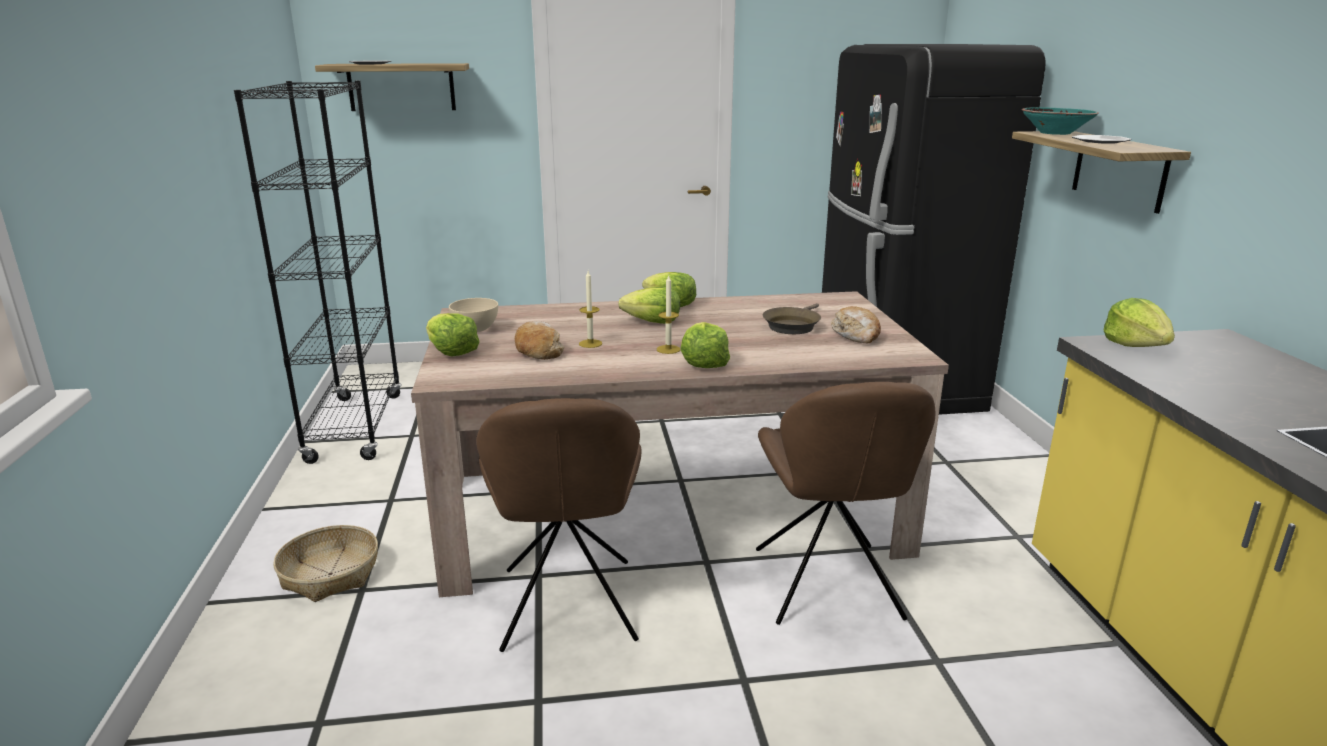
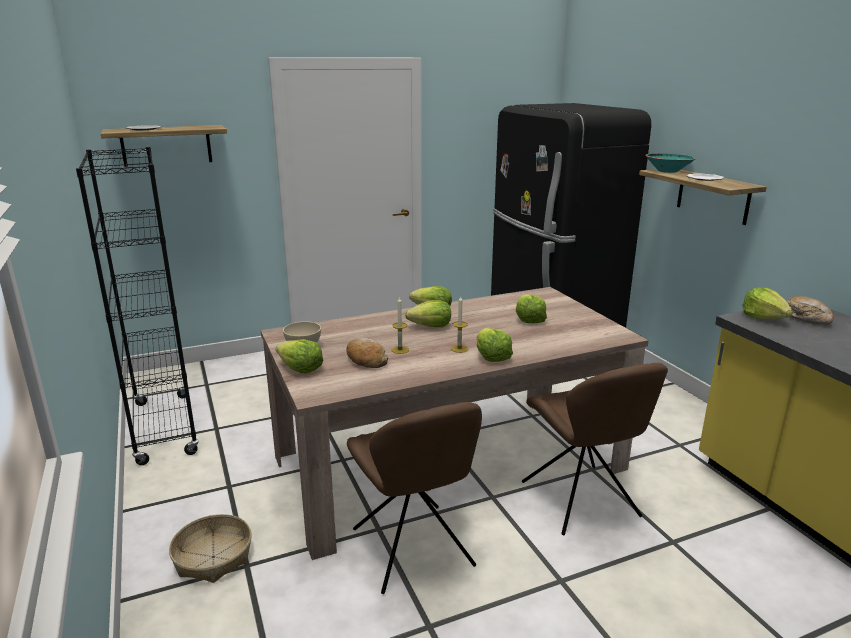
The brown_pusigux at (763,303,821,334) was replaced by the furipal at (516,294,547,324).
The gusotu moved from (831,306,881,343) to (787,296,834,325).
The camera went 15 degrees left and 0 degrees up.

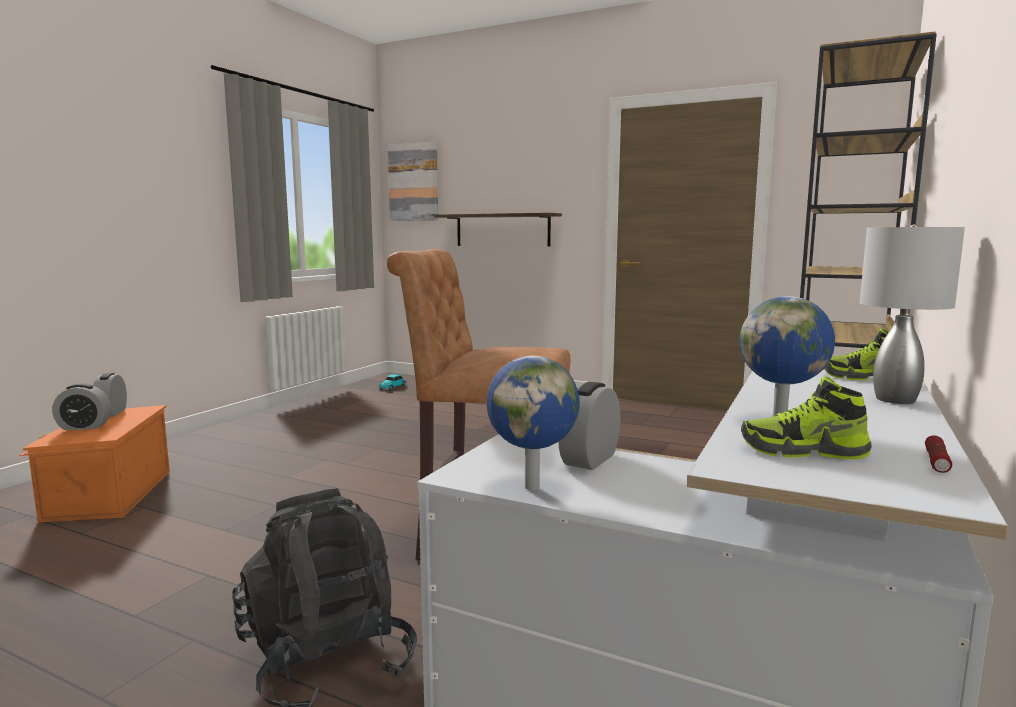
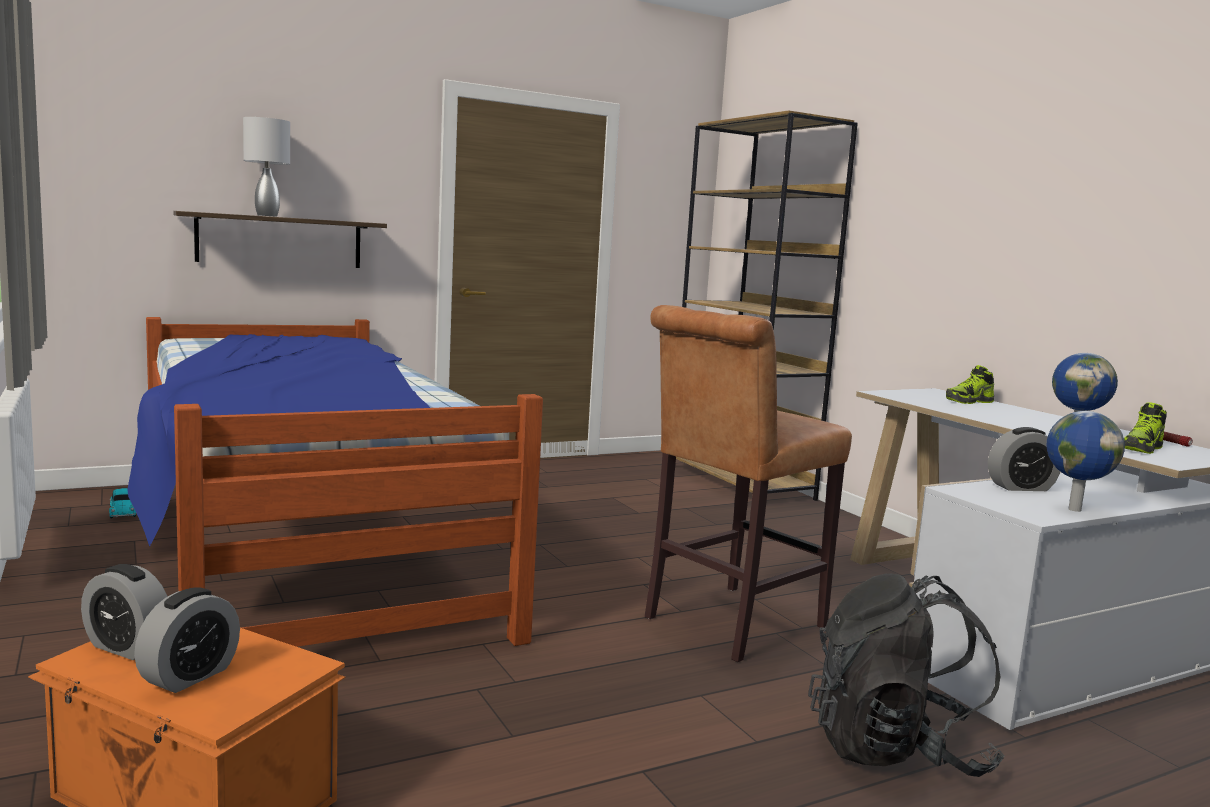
The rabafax at (388,142,438,221) disappeared.
The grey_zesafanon moved from (860,224,965,404) to (243,117,290,217).
The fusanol at (559,382,620,470) turned 75 degrees counterclockwise.
The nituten at (127,317,543,647) appeared.
The camera went 55 degrees left and 0 degrees up.

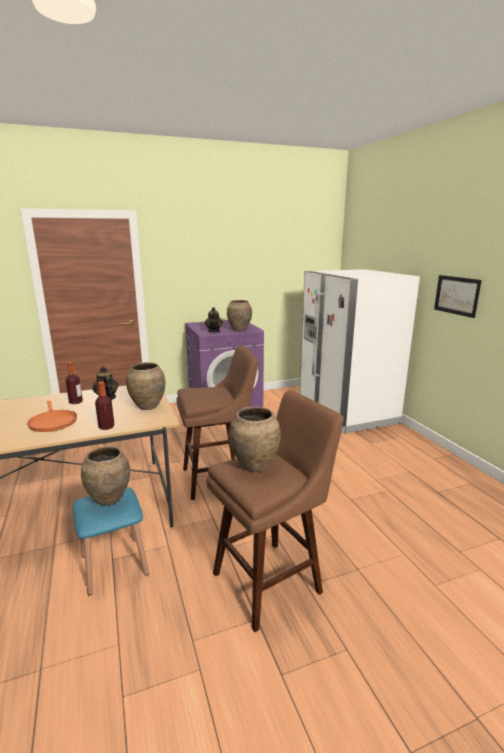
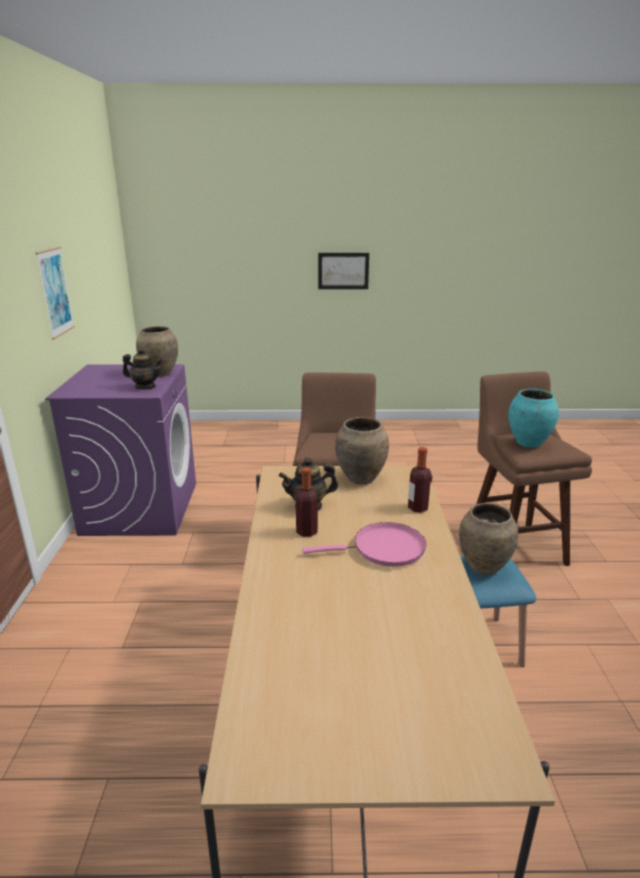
The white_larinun at (299,269,420,433) disappeared.
The orange_pusigux at (27,400,77,432) became the pink_pusigux at (302,522,426,567).
The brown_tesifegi at (229,406,281,472) became the turquoise_tesifegi at (508,389,559,448).
The rabafax at (36,247,75,339) appeared.
The camera went 70 degrees left and 5 degrees up.

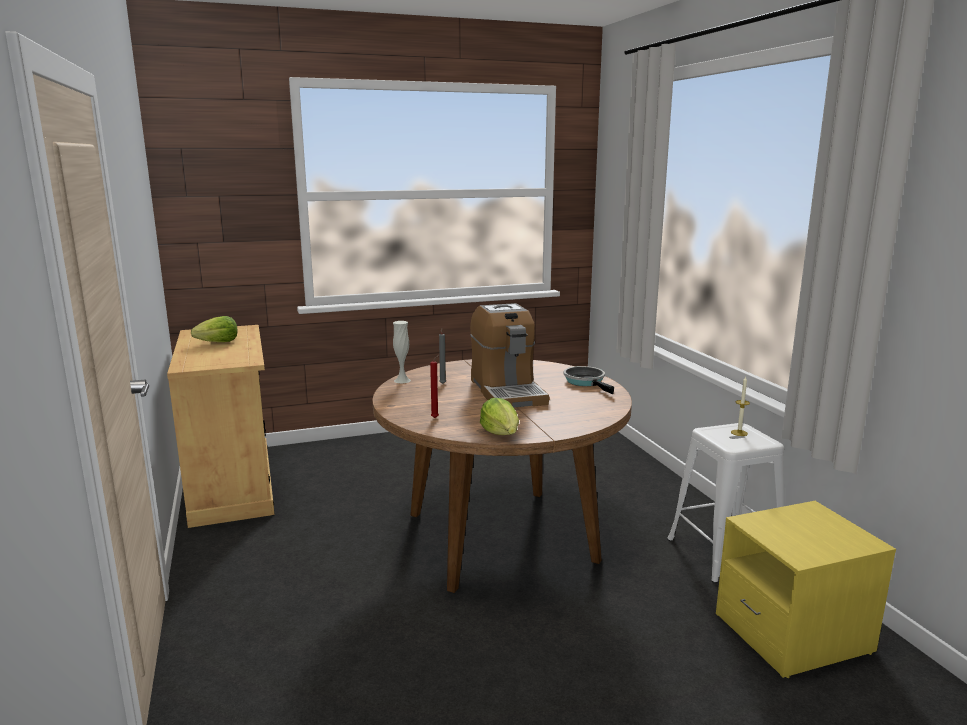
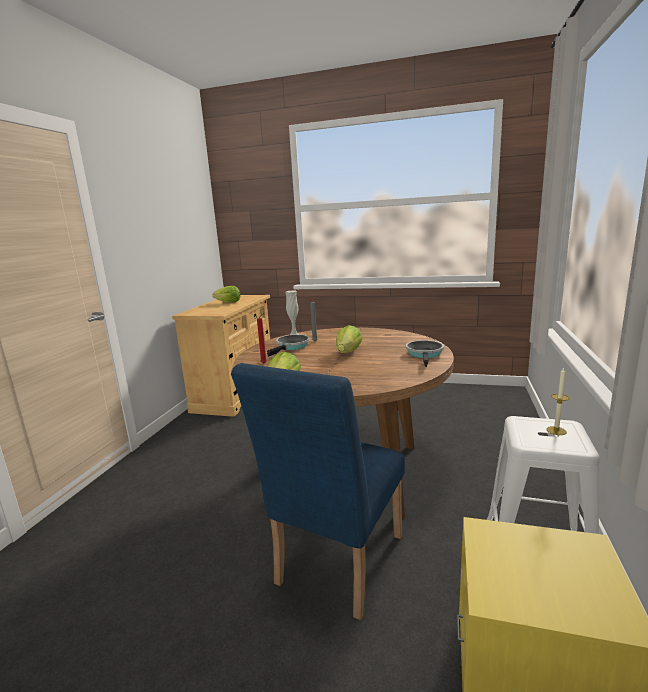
The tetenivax at (470,303,549,408) was replaced by the furipal at (336,325,362,353).
The pusigux at (267,334,310,357) appeared.
The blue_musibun at (231,363,405,621) appeared.
The camera went 35 degrees right and 0 degrees up.

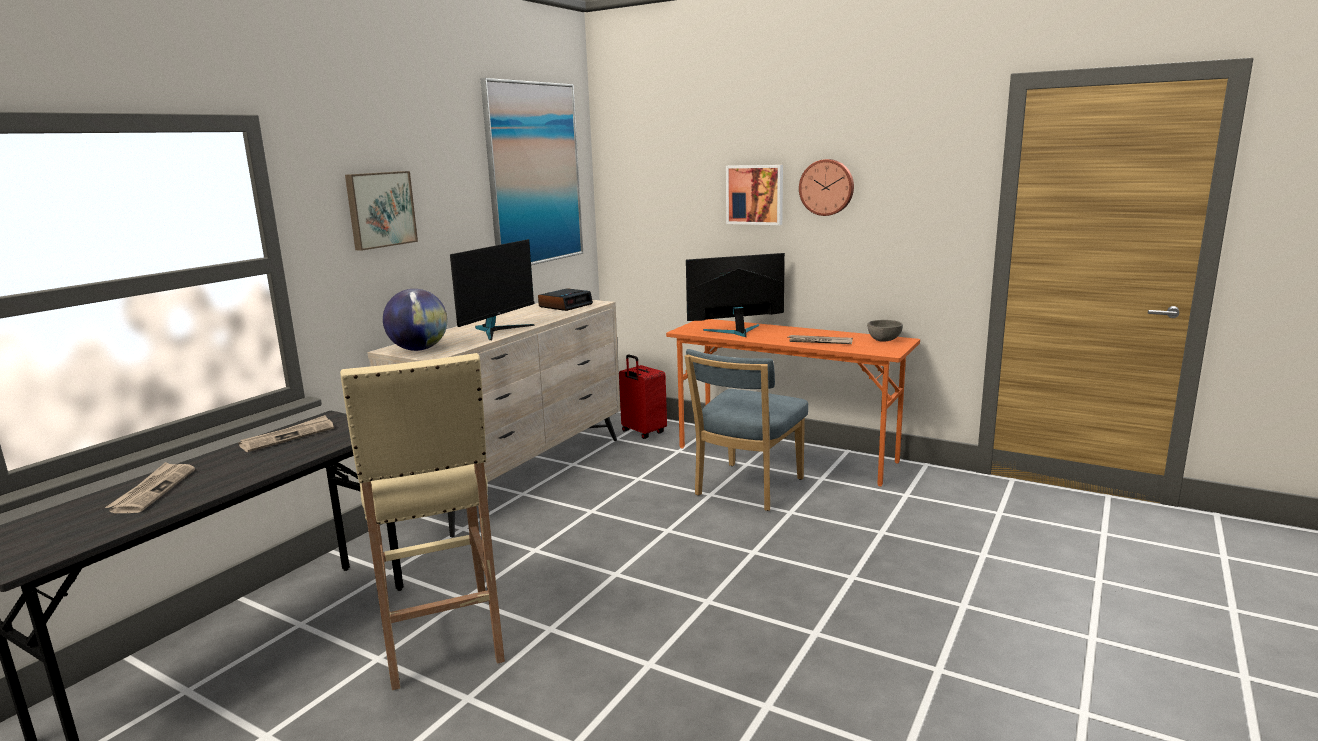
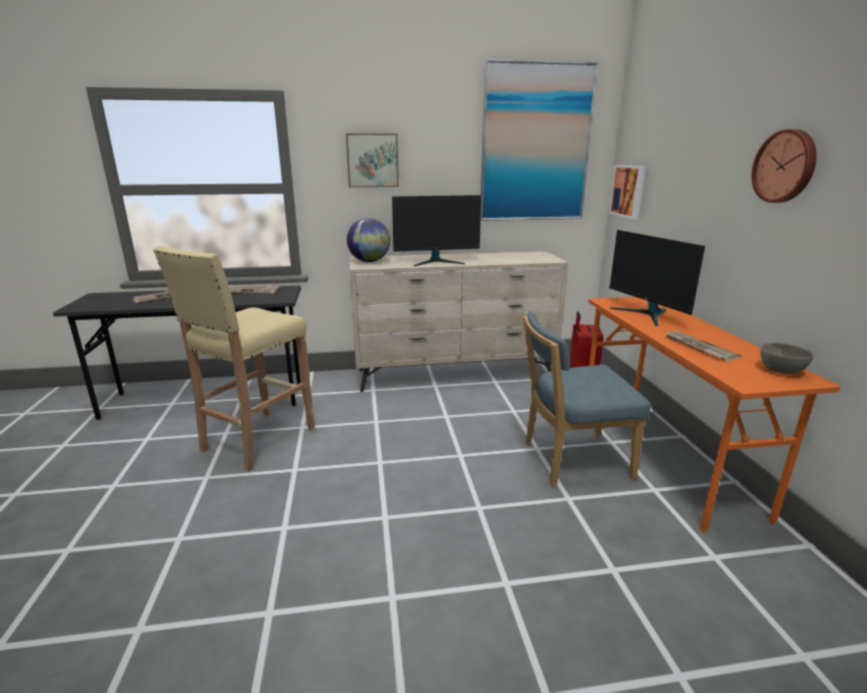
The rabafax moved from (726,165,783,225) to (609,165,646,219).
The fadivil at (686,253,785,337) turned 150 degrees counterclockwise.
The fusanol at (538,288,593,311) disappeared.
The camera went 50 degrees right and 5 degrees up.

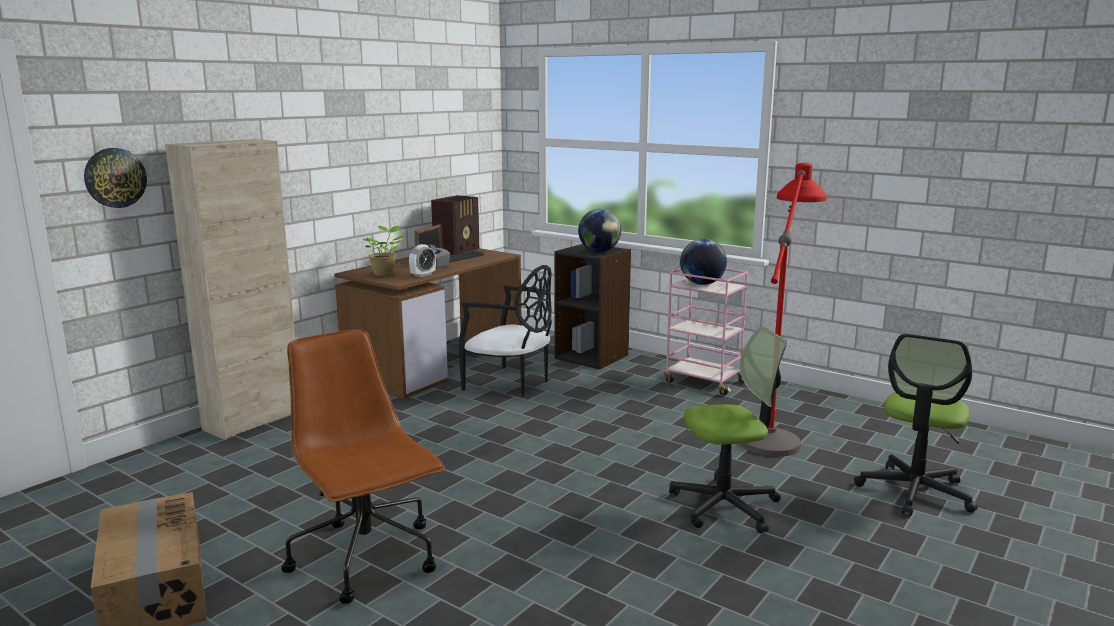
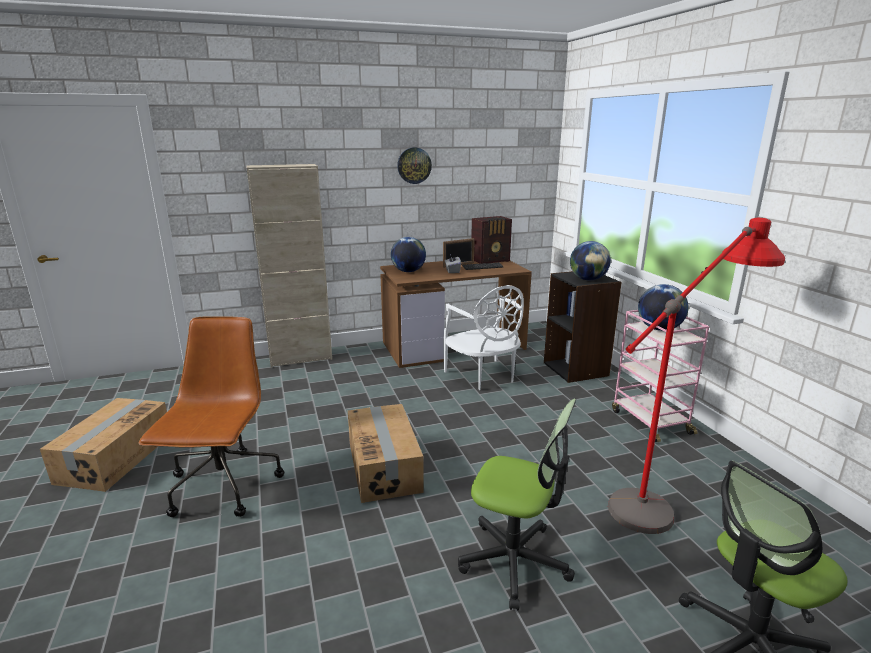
The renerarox moved from (84,148,147,208) to (397,147,432,184).
The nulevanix at (362,226,403,276) was replaced by the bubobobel at (391,237,426,272).
The fusanol at (409,244,436,277) disappeared.
The black_musibun at (458,265,552,397) became the white_musibun at (443,285,524,390).
The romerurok at (348,404,424,503) appeared.
The camera went 35 degrees right and 5 degrees up.

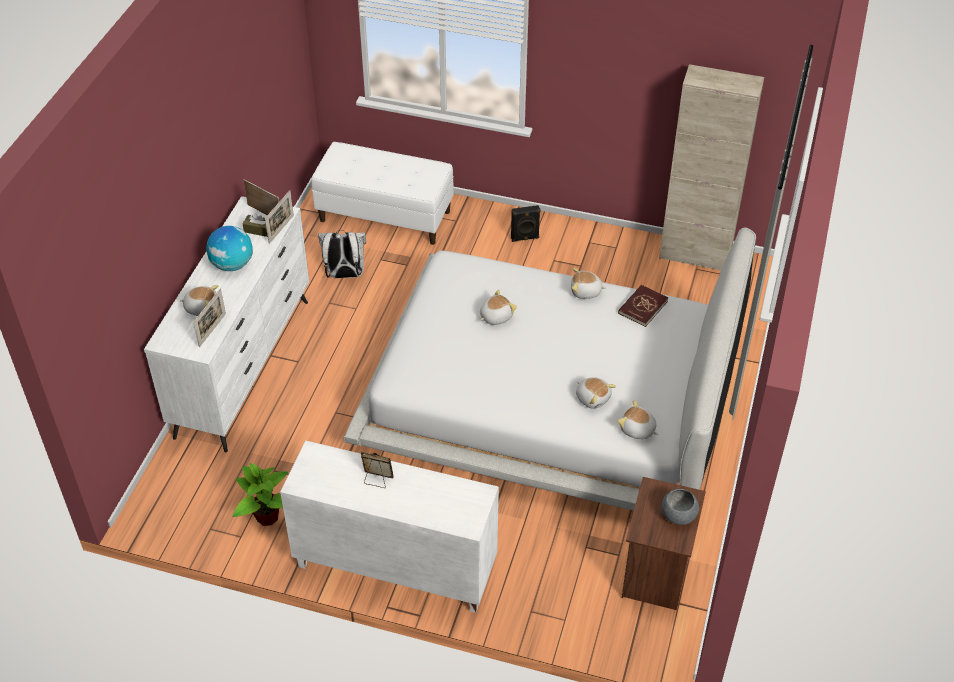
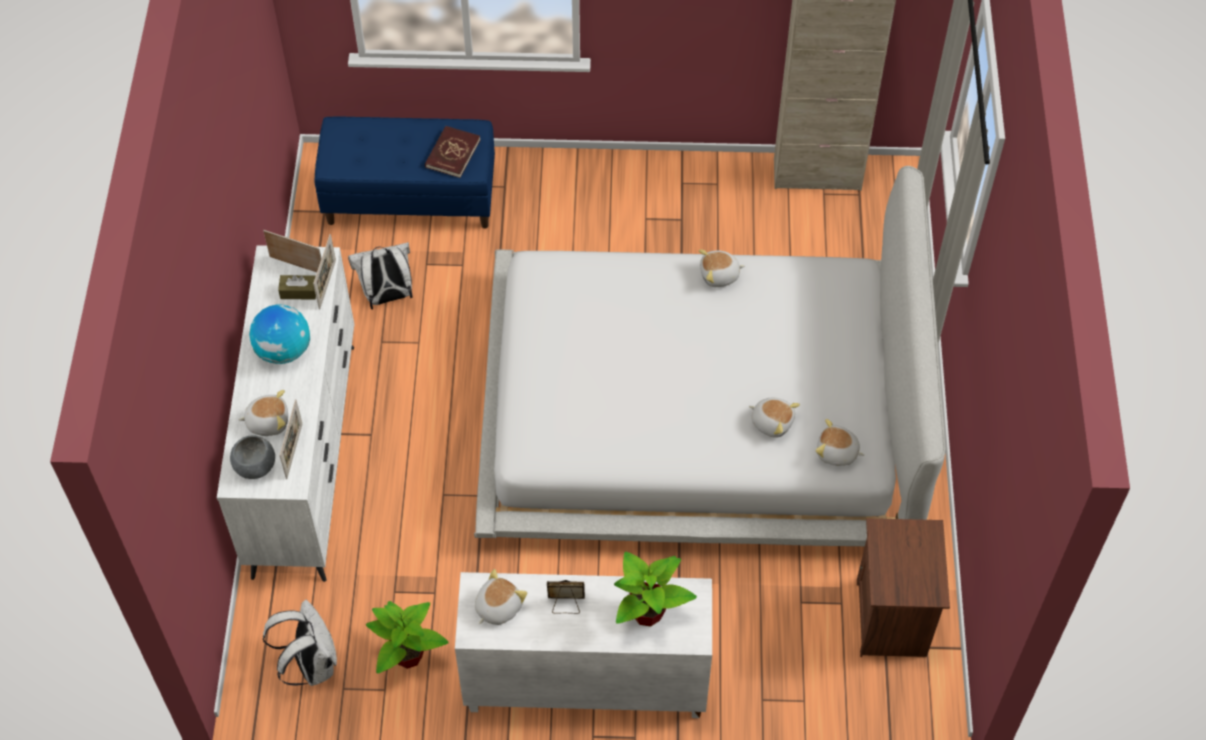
The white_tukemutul at (311,142,454,245) became the blue_tukemutul at (315,116,495,228).
The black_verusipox at (511,205,540,242) disappeared.
The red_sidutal moved from (618,285,668,327) to (425,126,480,178).
The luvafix moved from (480,290,517,325) to (475,569,527,625).
The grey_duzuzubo moved from (662,488,699,525) to (230,436,275,479).
The nulevanix at (614,552,697,627) appeared.
The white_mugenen at (263,600,337,686) appeared.
The camera went 15 degrees left and 10 degrees up.

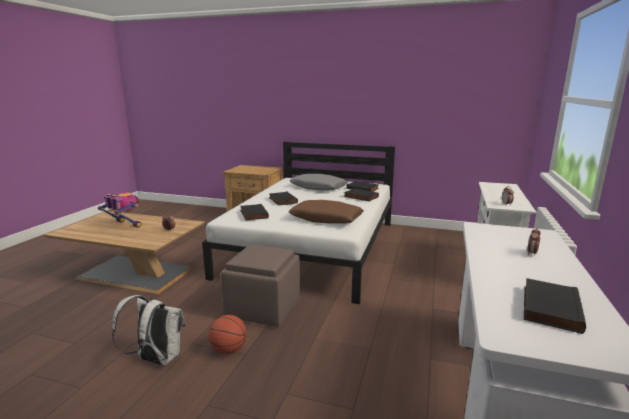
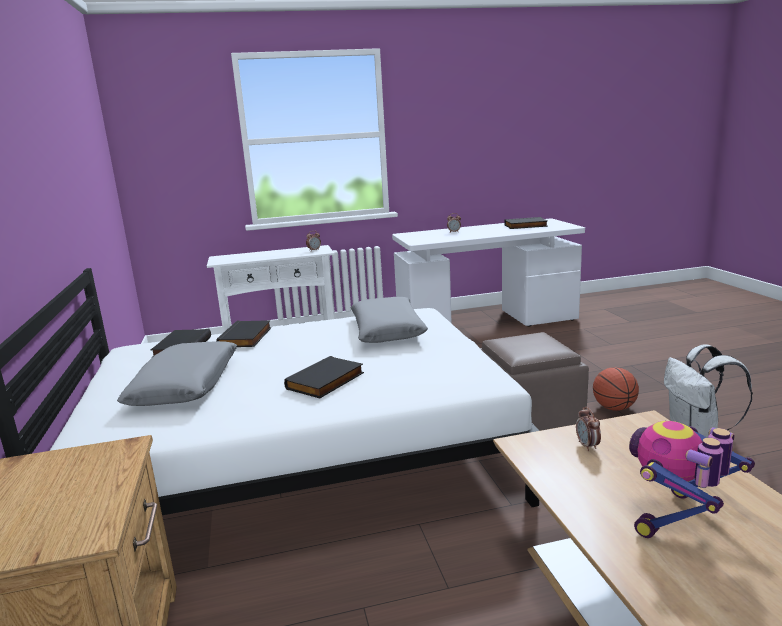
The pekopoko at (98,192,141,228) turned 45 degrees clockwise.
The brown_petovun at (289,200,364,224) became the grey_petovun at (351,297,428,343).
The black_sidutal at (240,204,269,220) disappeared.
The camera went 120 degrees left and 0 degrees up.

